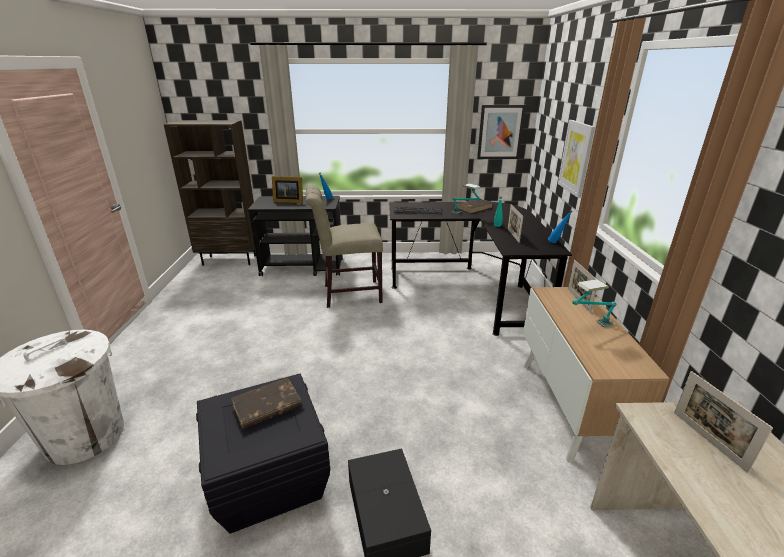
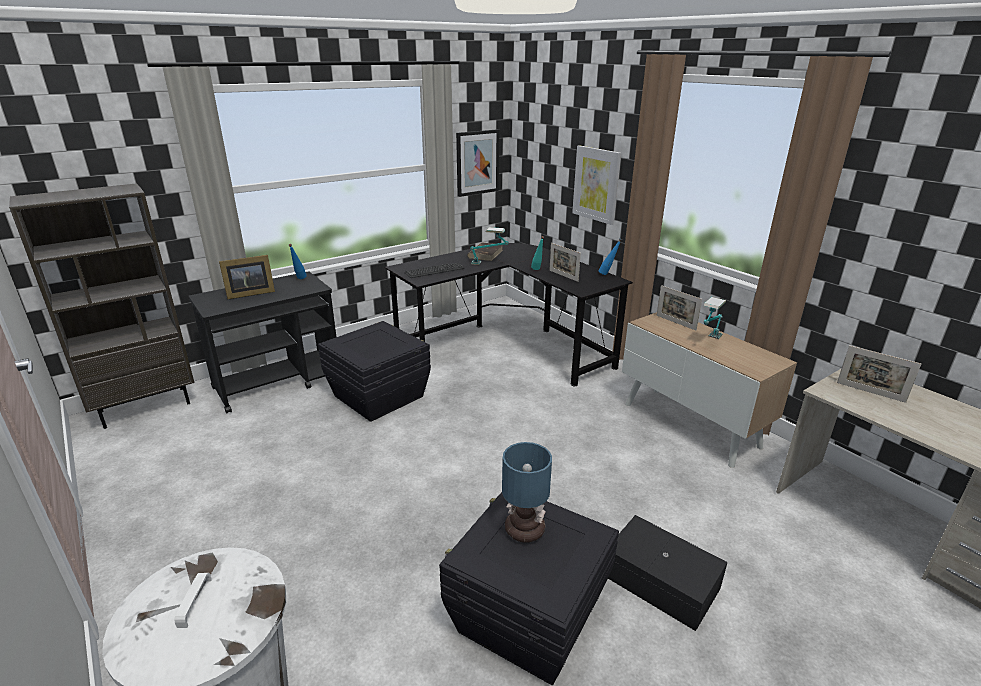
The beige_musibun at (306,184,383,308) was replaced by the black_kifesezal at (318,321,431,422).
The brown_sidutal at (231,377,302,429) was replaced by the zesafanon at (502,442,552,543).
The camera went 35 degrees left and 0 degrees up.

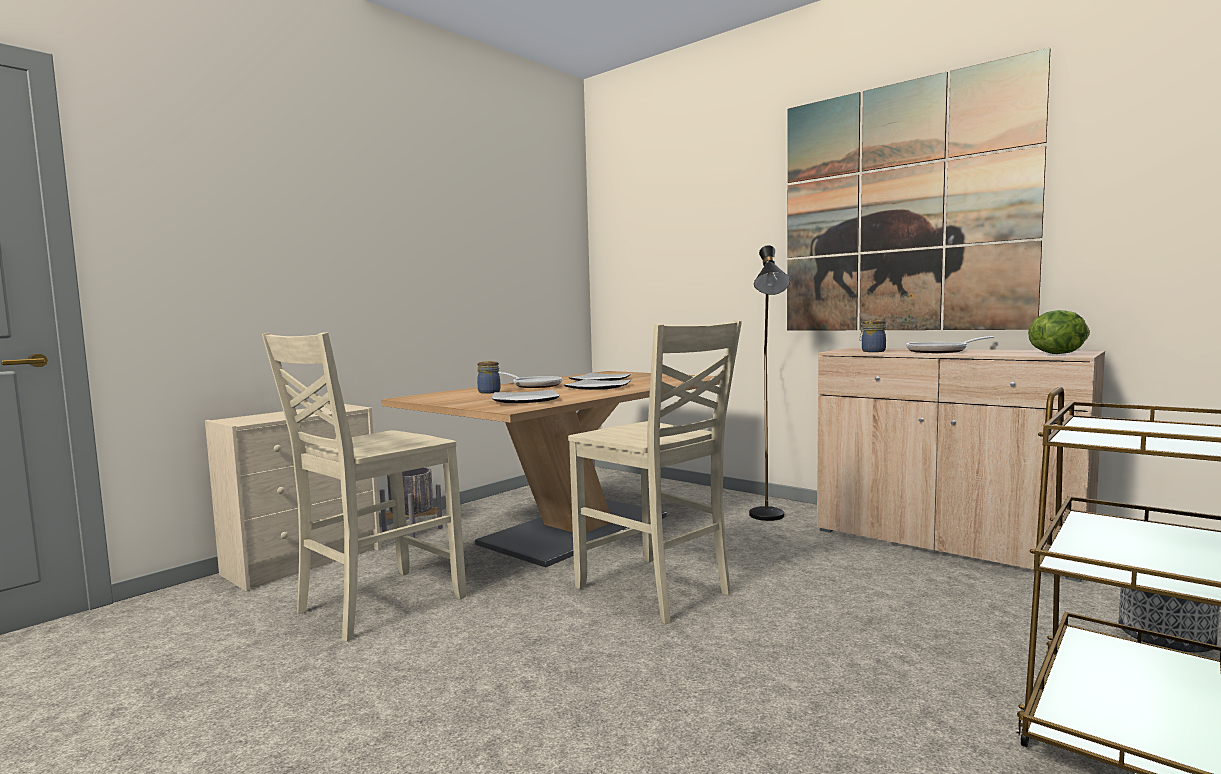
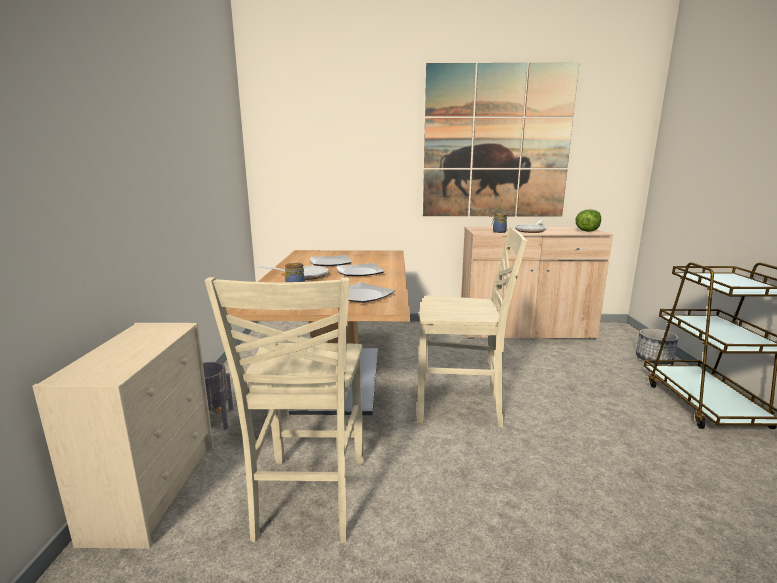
The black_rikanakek at (749,245,790,521) disappeared.
The camera went 40 degrees left and 10 degrees up.

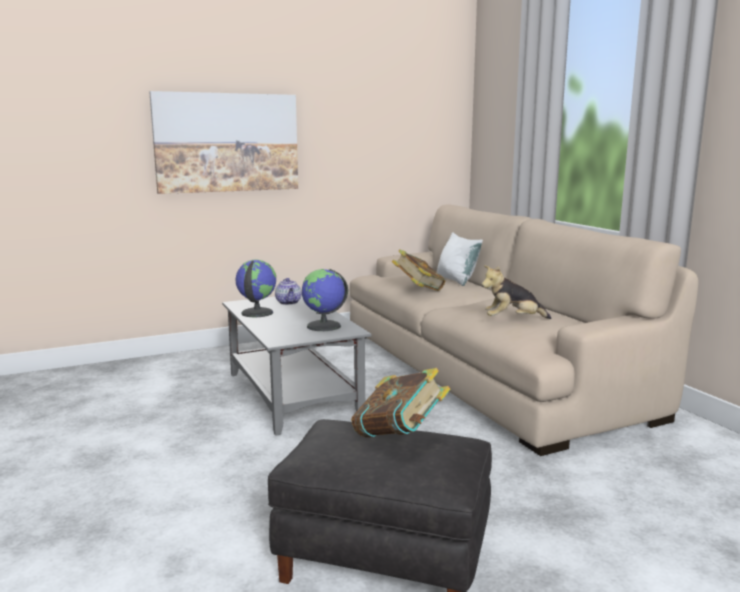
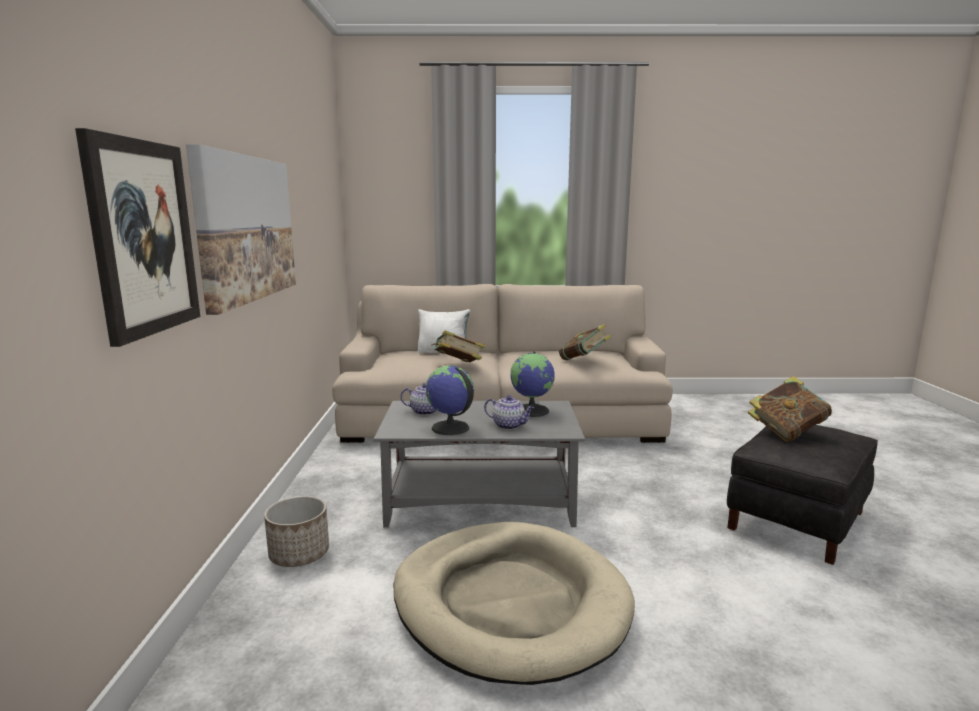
The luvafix at (481,265,551,319) was replaced by the sidutal at (559,324,611,360).
The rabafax at (75,128,200,347) appeared.
The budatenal at (484,395,534,430) appeared.
The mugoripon at (264,496,329,567) appeared.
The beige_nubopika at (394,522,635,685) appeared.
The camera went 65 degrees left and 0 degrees up.

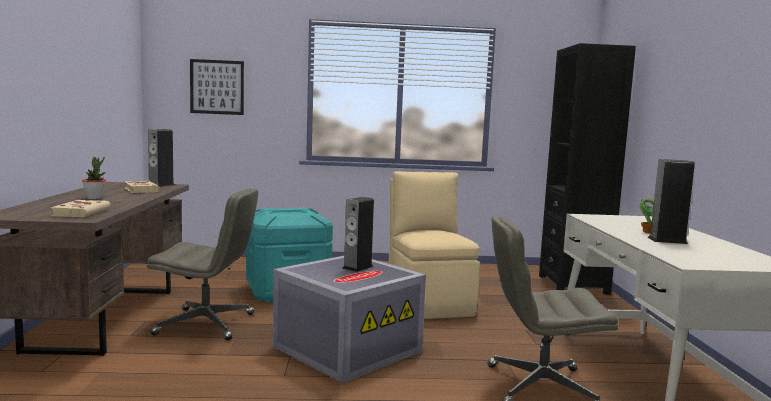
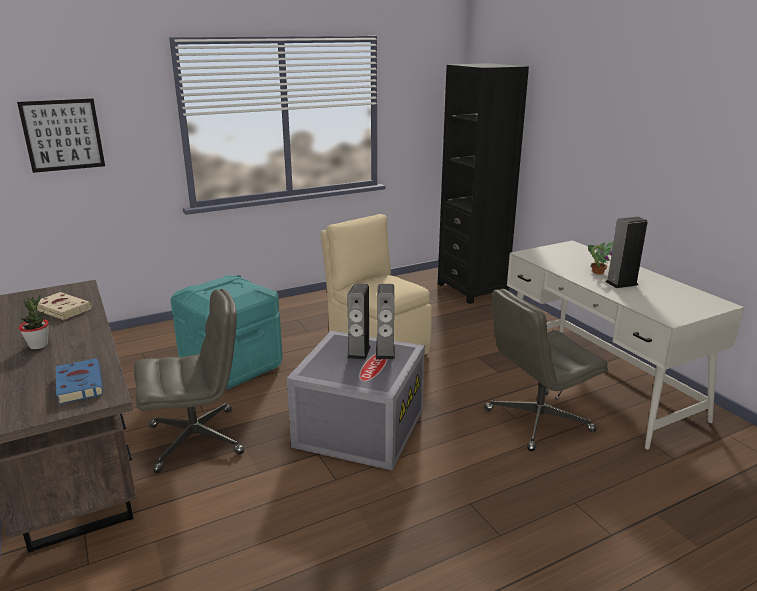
The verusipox moved from (148,129,175,187) to (376,284,395,359).
The beige_sidutal at (51,200,110,218) became the blue_sidutal at (55,358,103,404).
The camera went 25 degrees left and 15 degrees up.

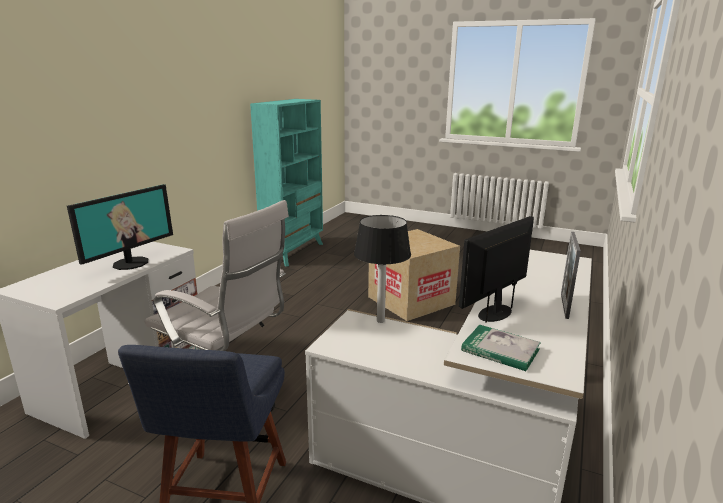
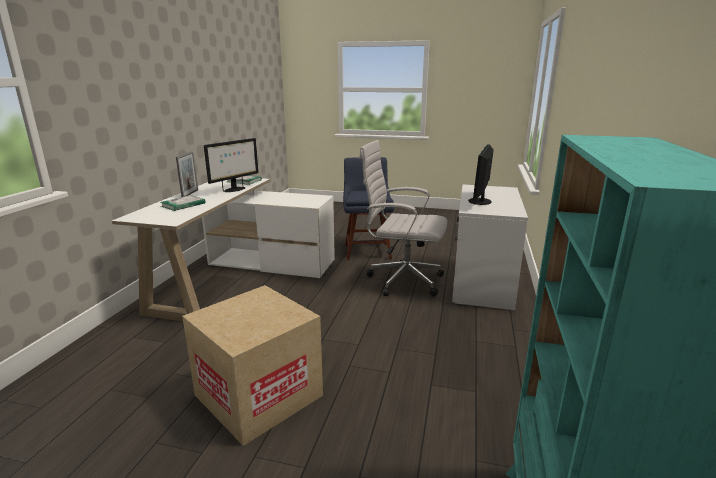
The zesafanon at (354,215,411,323) disappeared.
The sidutal at (160,195,205,211) appeared.
The camera went 170 degrees right and 0 degrees up.

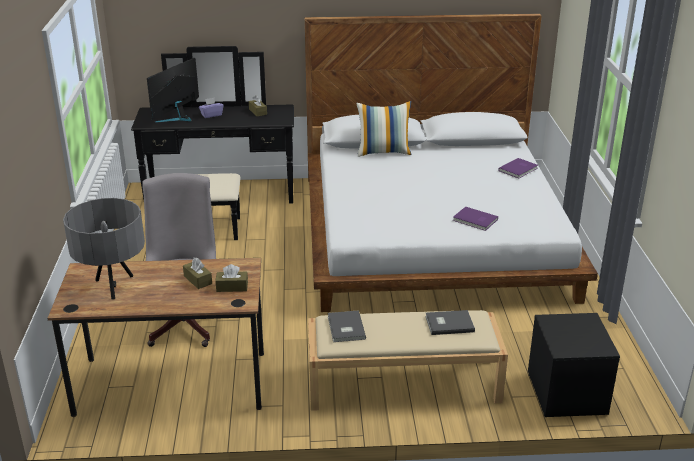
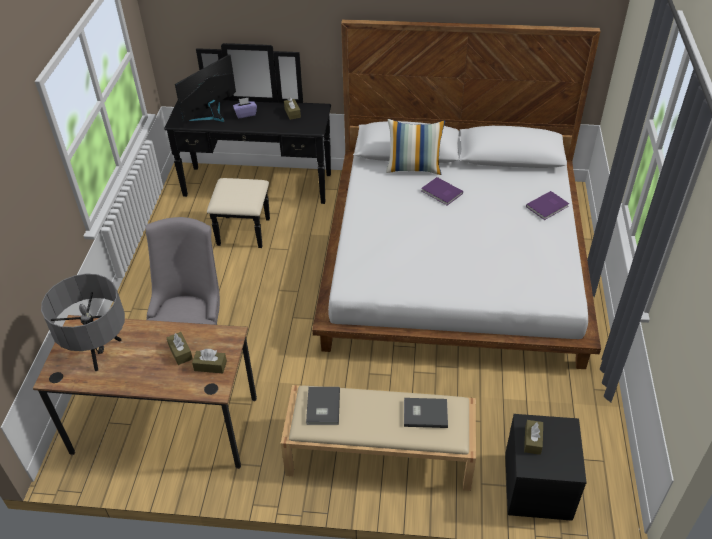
The purple_sidutal moved from (453,207,498,231) to (421,177,463,205).
The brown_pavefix at (524,420,543,455) appeared.
The camera went 10 degrees right and 15 degrees up.

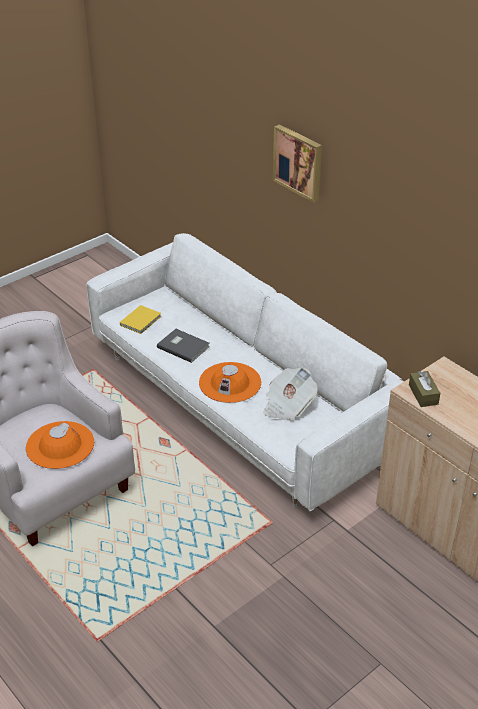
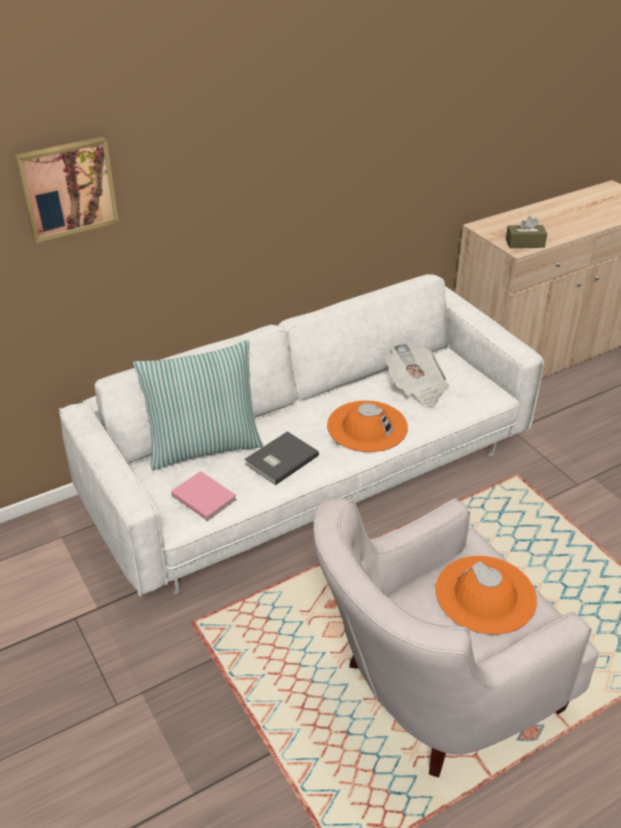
The rabafax moved from (273,124,322,203) to (15,137,119,243).
The yellow_sidutal at (120,305,161,334) became the pink_sidutal at (171,471,237,521).
The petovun at (133,340,263,470) appeared.
The camera went 80 degrees left and 0 degrees up.

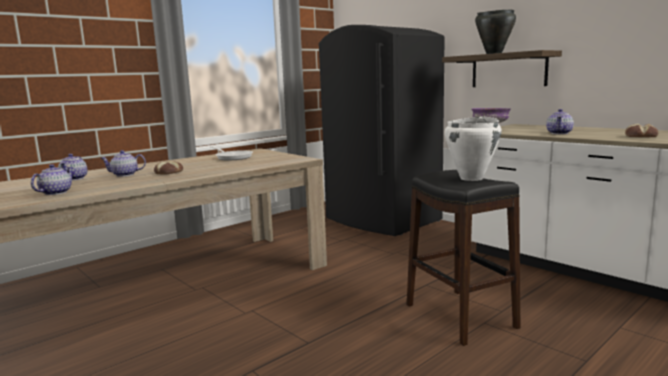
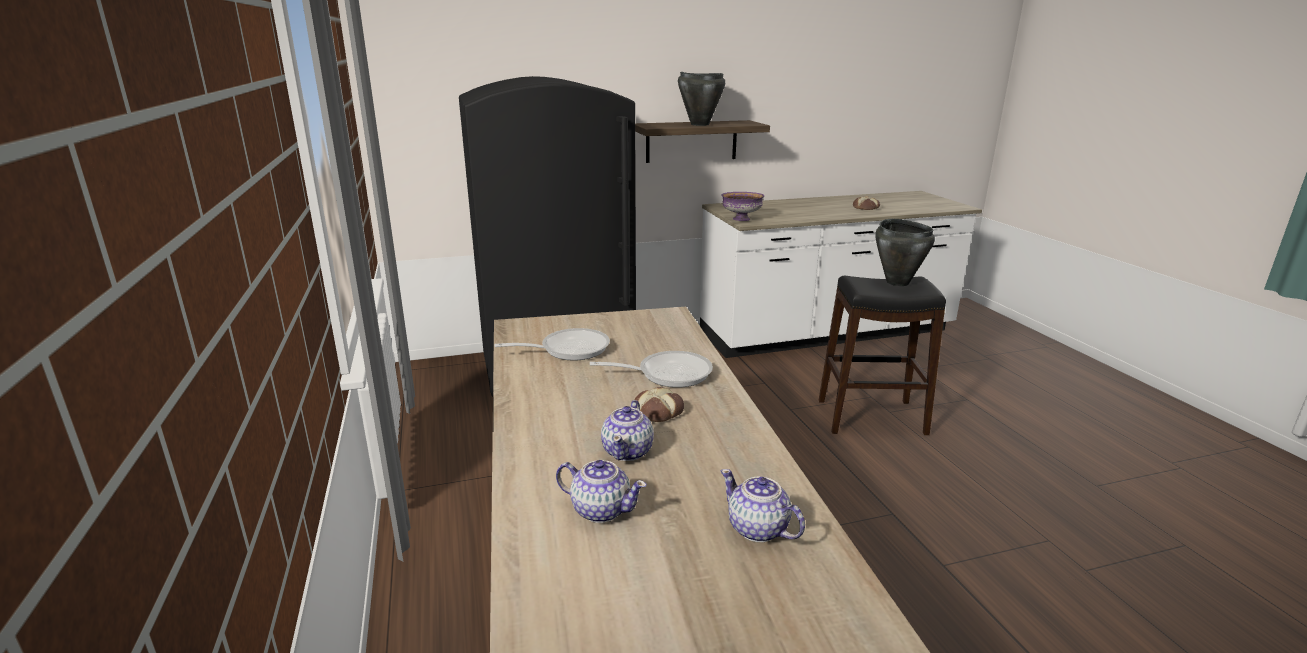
The budatenal at (546,109,574,134) disappeared.
The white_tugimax at (445,116,502,181) became the black_tugimax at (875,219,935,286).
The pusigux at (590,351,713,388) appeared.
The camera went 65 degrees left and 10 degrees up.

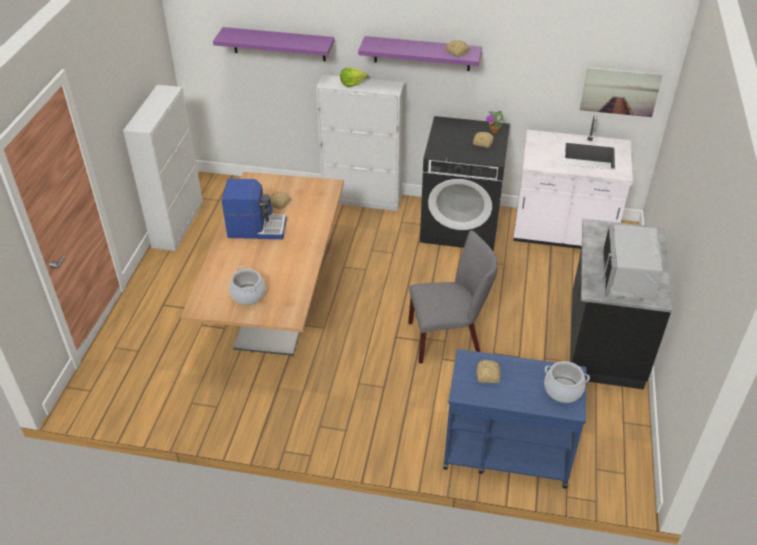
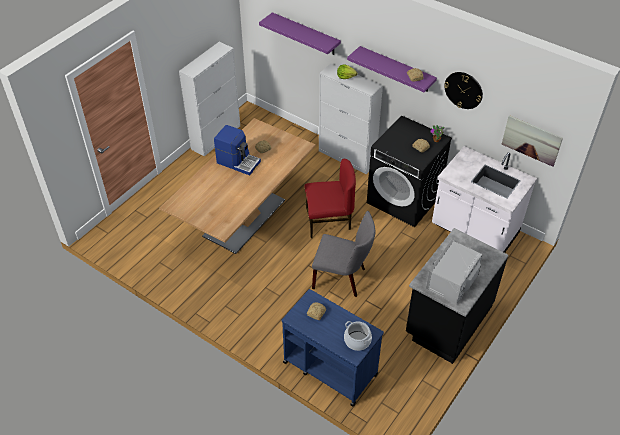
The tugimax at (229,266,265,305) disappeared.
The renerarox at (444,72,483,109) appeared.
The red_musibun at (305,159,356,238) appeared.
The camera went 25 degrees right and 5 degrees up.

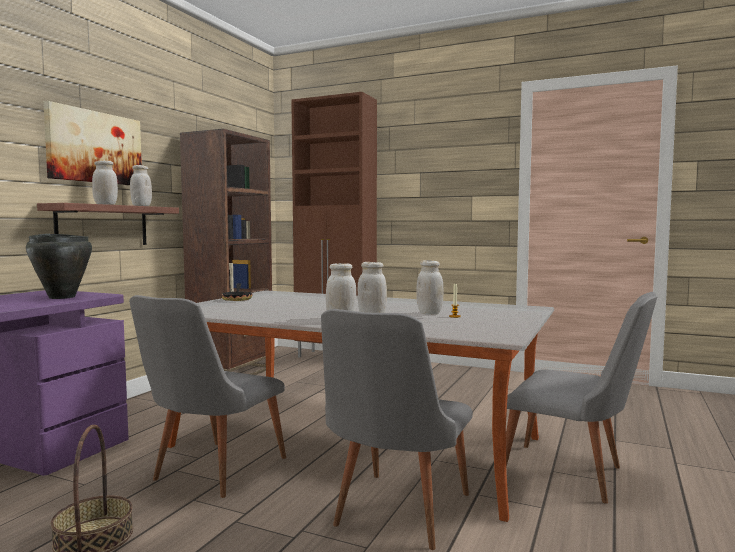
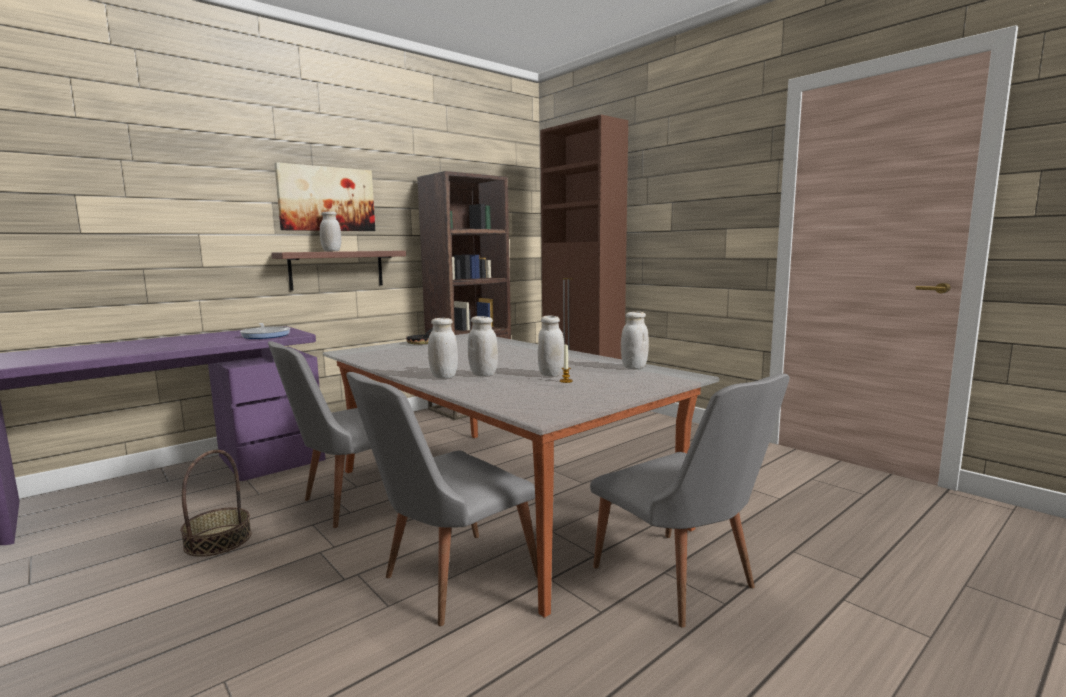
The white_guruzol moved from (130,165,152,206) to (621,312,649,369).
The black_tugimax at (26,234,92,299) was replaced by the pusigux at (240,323,290,339).
The camera went 25 degrees right and 5 degrees up.

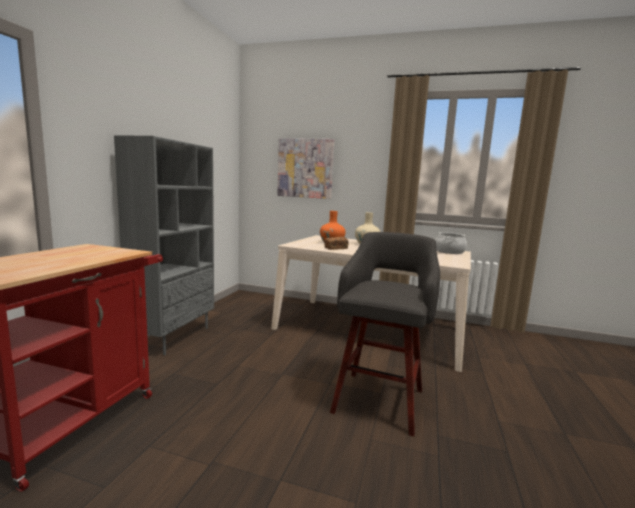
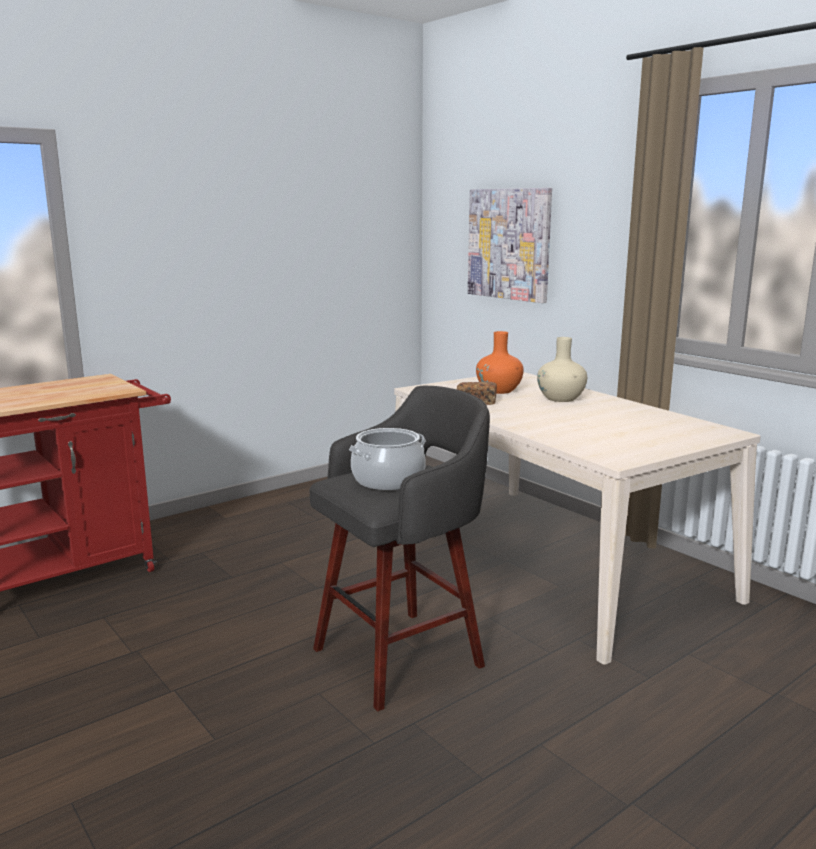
The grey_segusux at (114,135,214,355) disappeared.
The tugimax moved from (435,232,467,254) to (349,428,426,490).
The camera went 35 degrees right and 5 degrees up.

